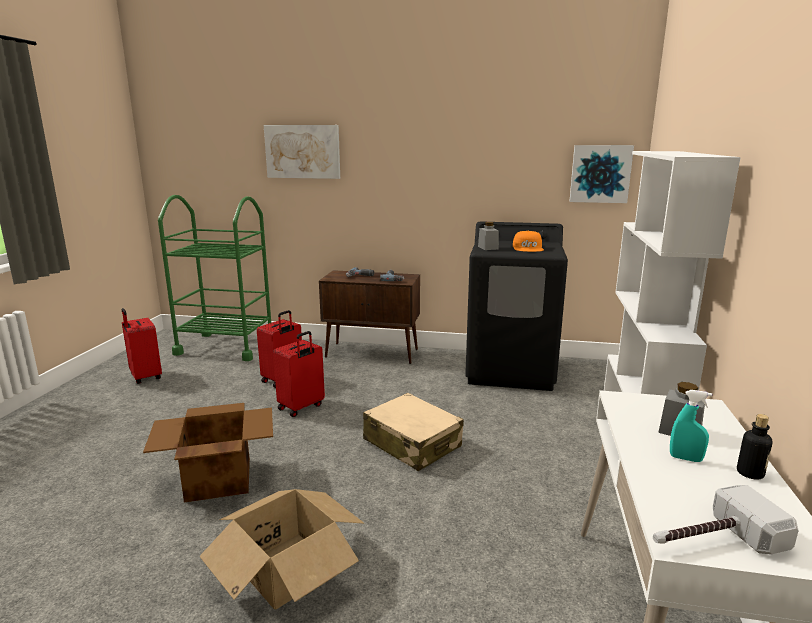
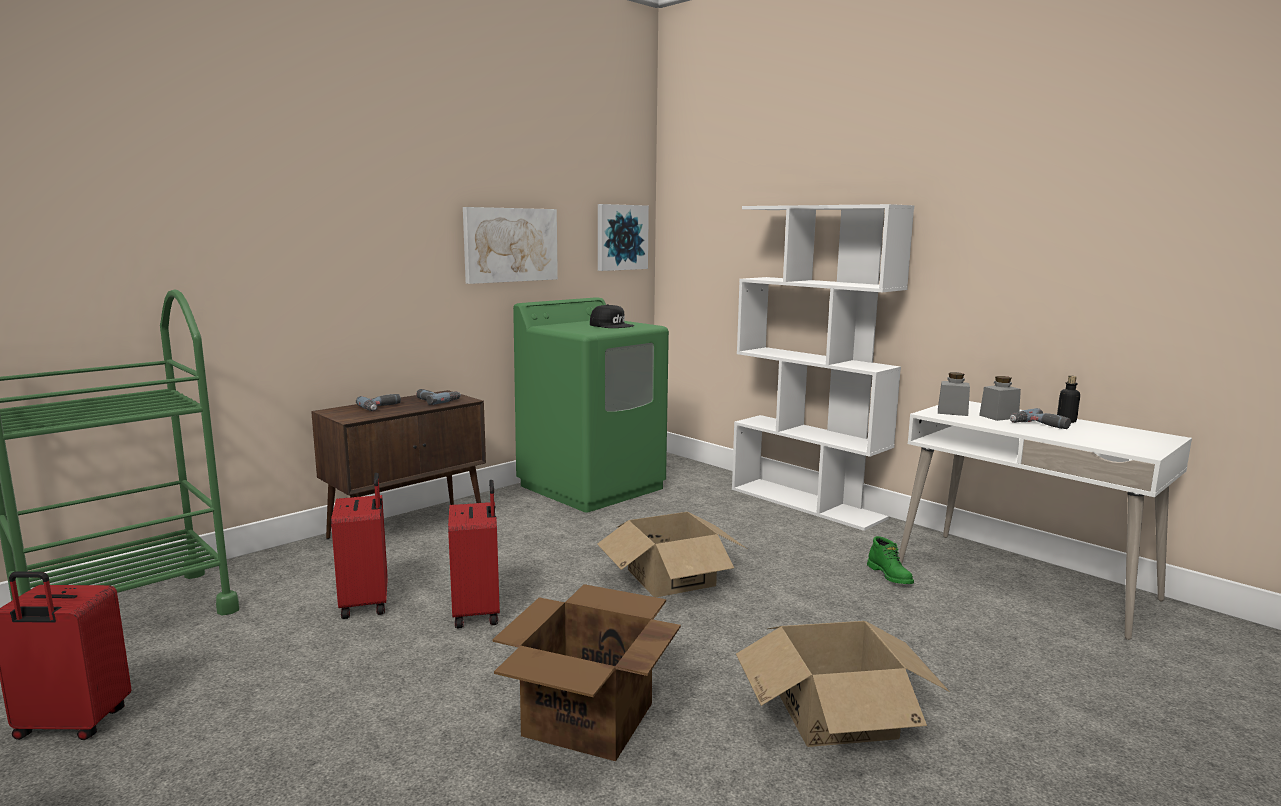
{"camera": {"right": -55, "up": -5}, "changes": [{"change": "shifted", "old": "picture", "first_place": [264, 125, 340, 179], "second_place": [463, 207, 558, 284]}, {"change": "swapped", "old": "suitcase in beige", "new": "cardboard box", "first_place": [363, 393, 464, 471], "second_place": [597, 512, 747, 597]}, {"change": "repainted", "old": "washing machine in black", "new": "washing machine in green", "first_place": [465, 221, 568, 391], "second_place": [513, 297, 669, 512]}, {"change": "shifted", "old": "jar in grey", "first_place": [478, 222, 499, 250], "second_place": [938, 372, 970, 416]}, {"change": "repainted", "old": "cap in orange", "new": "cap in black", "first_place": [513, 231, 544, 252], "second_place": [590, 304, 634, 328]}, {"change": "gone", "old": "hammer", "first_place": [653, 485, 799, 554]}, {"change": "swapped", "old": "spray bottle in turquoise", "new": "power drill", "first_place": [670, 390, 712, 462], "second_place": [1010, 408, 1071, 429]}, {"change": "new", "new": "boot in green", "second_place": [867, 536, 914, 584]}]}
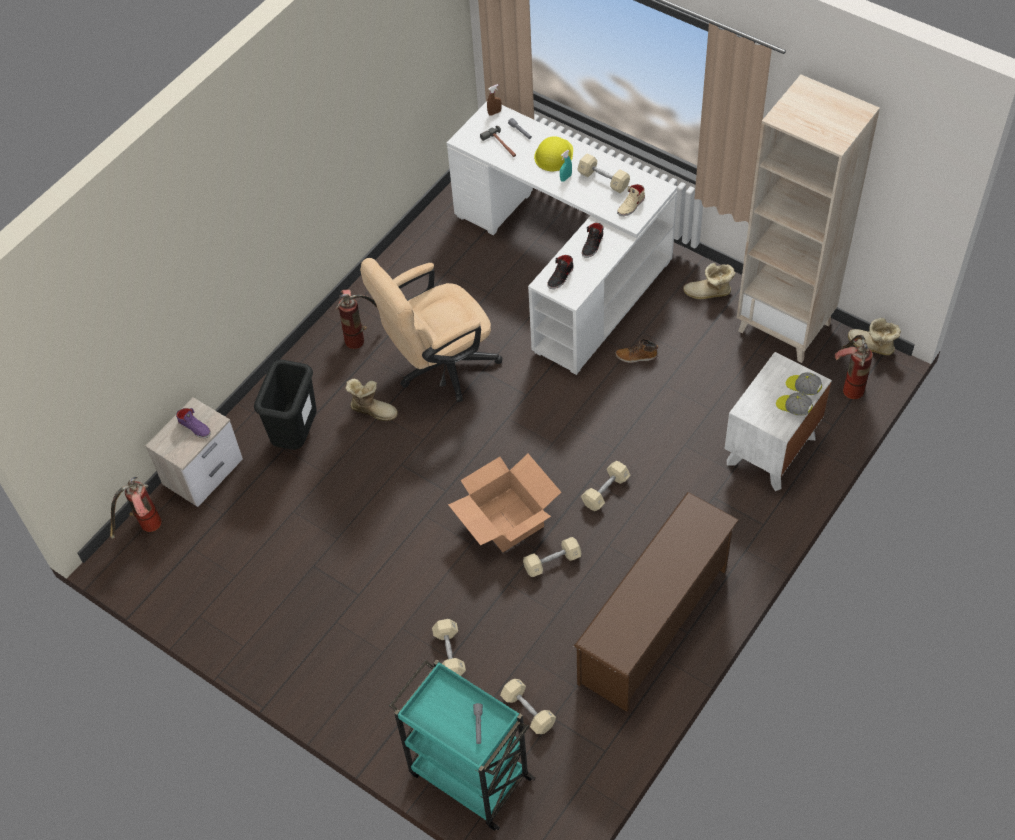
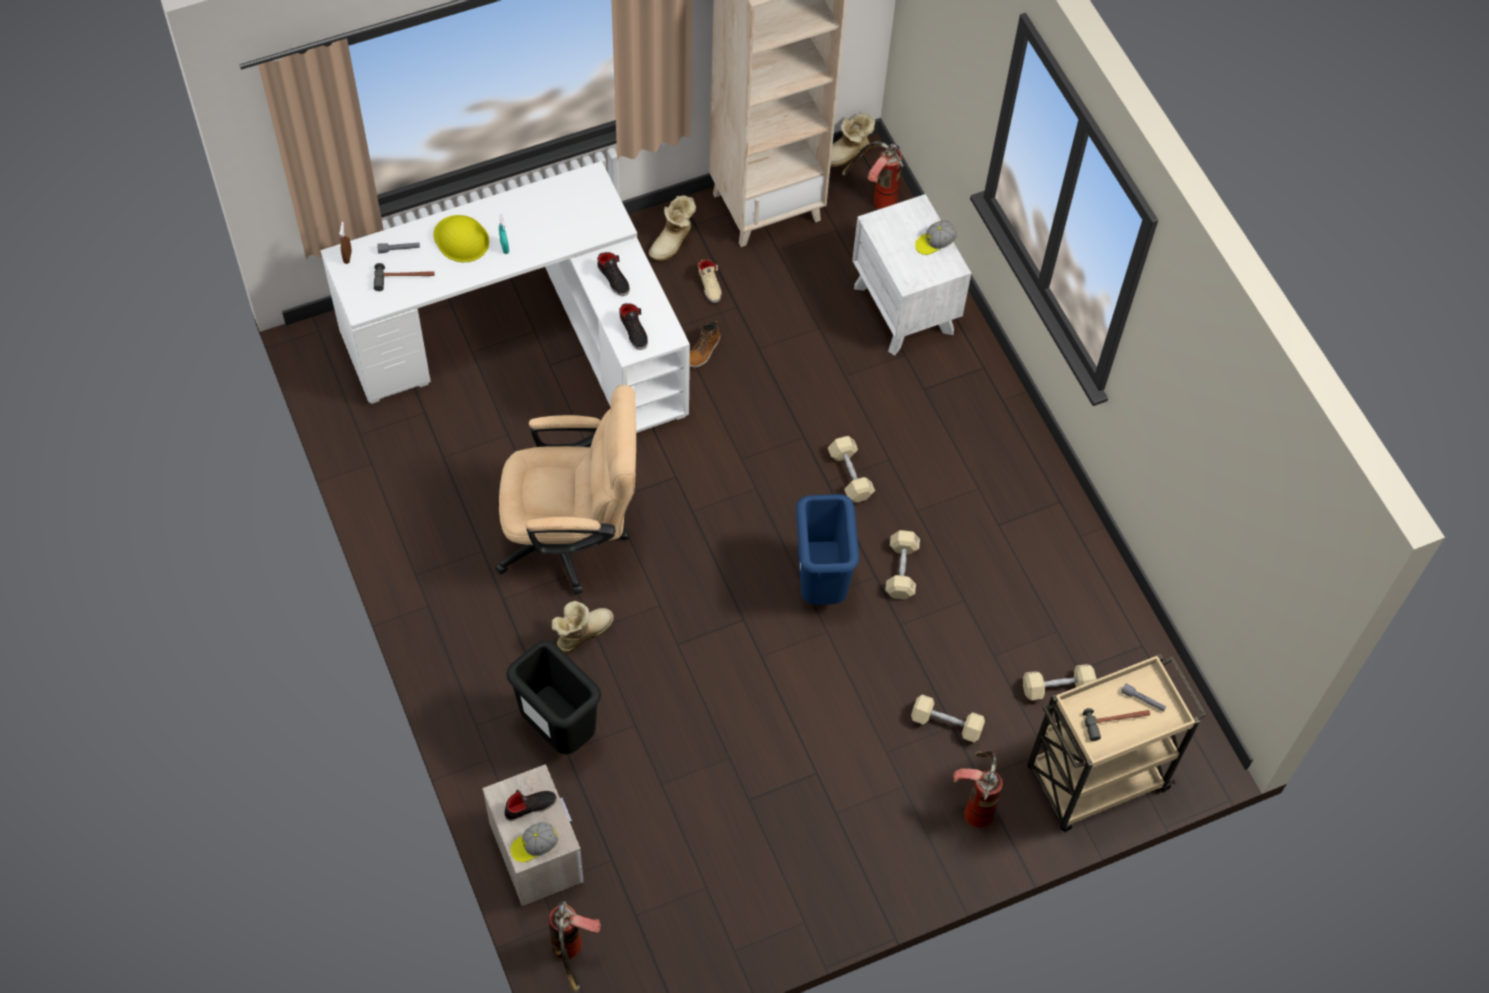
{"camera": {"right": -65, "up": 5}, "changes": [{"change": "repainted", "old": "shoe in purple", "new": "shoe in black", "first_place": [176, 408, 211, 438], "second_place": [504, 789, 557, 821]}, {"change": "shifted", "old": "fire extinguisher", "first_place": [336, 290, 377, 349], "second_place": [953, 751, 1003, 828]}, {"change": "rotated", "old": "office chair in beige", "first_place": [360, 258, 503, 402], "second_place": [495, 385, 636, 595], "degrees": -90}, {"change": "repainted", "old": "cart in turquoise", "new": "cart in beige", "first_place": [389, 659, 536, 830], "second_place": [1027, 654, 1207, 832]}, {"change": "swapped", "old": "cardboard box", "new": "trash can in blue", "first_place": [448, 454, 561, 552], "second_place": [796, 494, 859, 605]}, {"change": "gone", "old": "shoe rack in brown", "first_place": [573, 492, 739, 712]}, {"change": "gone", "old": "dumbbell in beige", "first_place": [578, 153, 630, 193]}, {"change": "shifted", "old": "shoe in beige", "first_place": [617, 184, 645, 216], "second_place": [698, 259, 722, 303]}, {"change": "shifted", "old": "cap", "first_place": [786, 373, 822, 395], "second_place": [510, 822, 558, 862]}, {"change": "new", "new": "hammer", "second_place": [1083, 708, 1150, 741]}]}
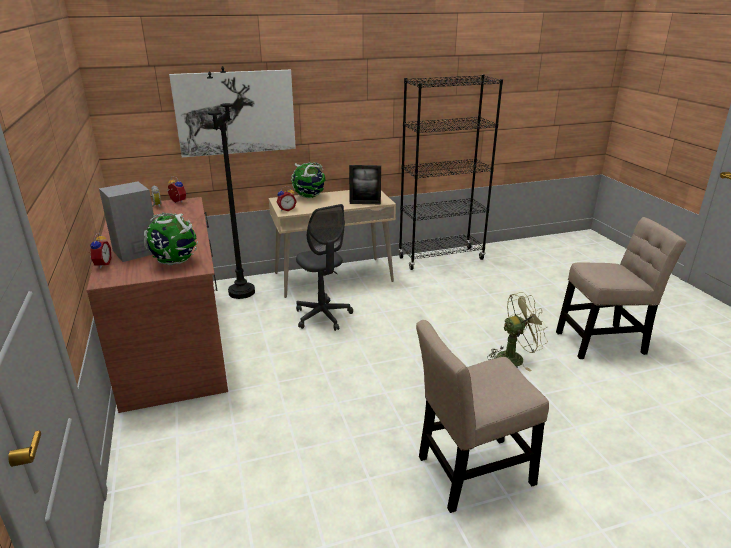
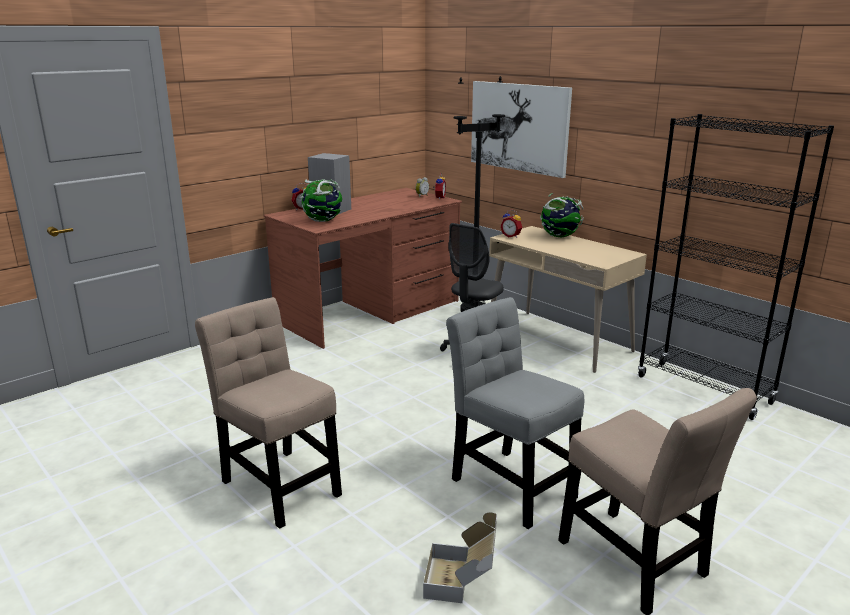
{"camera": {"right": 65, "up": -5}, "changes": [{"change": "gone", "old": "picture frame", "first_place": [349, 165, 381, 204]}, {"change": "swapped", "old": "fan in green", "new": "chair in grey", "first_place": [487, 292, 548, 372], "second_place": [446, 297, 585, 529]}, {"change": "new", "new": "cardboard box", "second_place": [423, 512, 497, 603]}]}
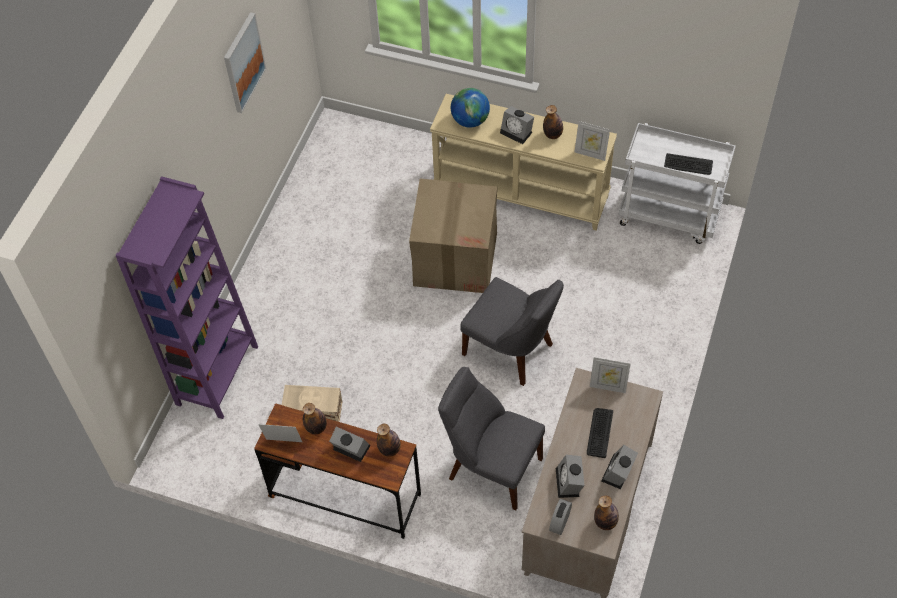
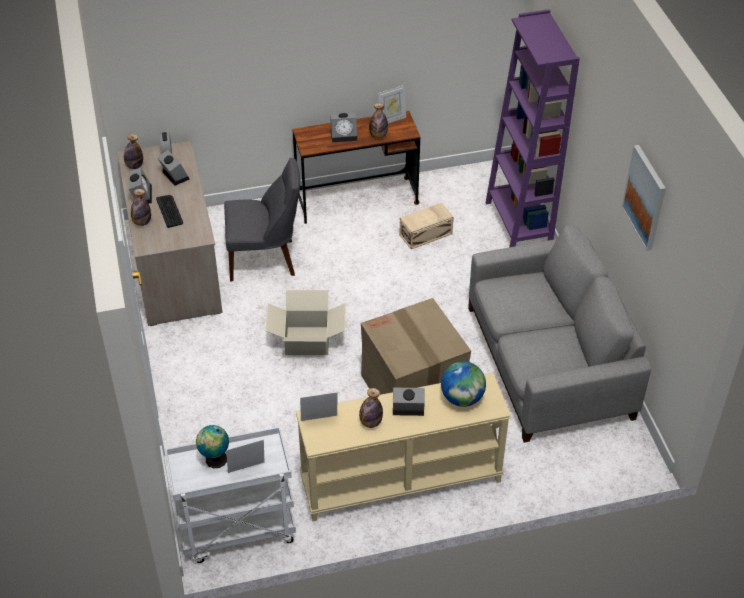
{"camera": {"right": 145, "up": -10}, "changes": [{"change": "shifted", "old": "bottle", "first_place": [377, 424, 401, 457], "second_place": [131, 189, 151, 226]}, {"change": "swapped", "old": "chair in grey", "new": "cardboard box", "first_place": [460, 277, 564, 386], "second_place": [265, 290, 346, 355]}, {"change": "shifted", "old": "picture frame", "first_place": [590, 357, 631, 393], "second_place": [226, 439, 265, 473]}, {"change": "swapped", "old": "keyboard", "new": "globe", "first_place": [664, 153, 713, 175], "second_place": [196, 425, 229, 468]}, {"change": "new", "new": "sofa in grey", "second_place": [468, 225, 651, 443]}]}
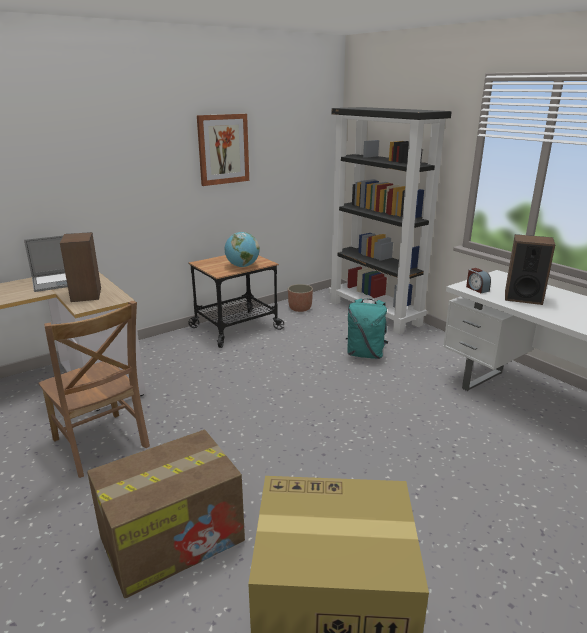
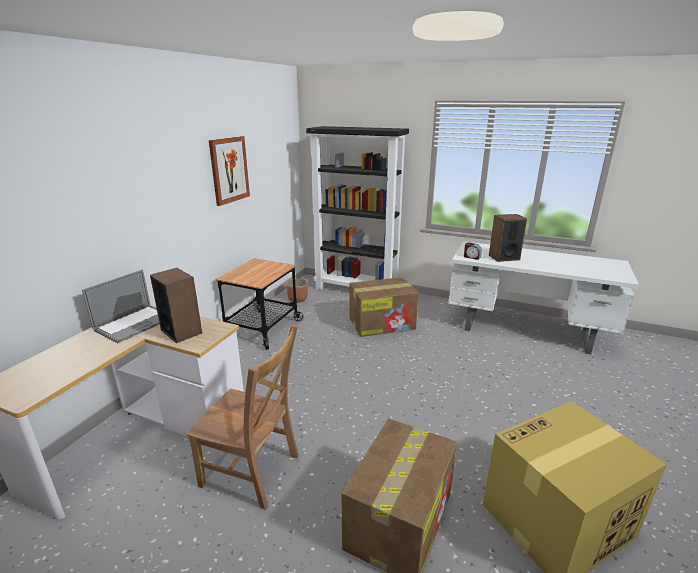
{"camera": {"right": -30, "up": 0}, "changes": [{"change": "gone", "old": "globe", "first_place": [225, 232, 260, 267]}, {"change": "swapped", "old": "backpack in turquoise", "new": "cardboard box", "first_place": [346, 299, 388, 359], "second_place": [349, 277, 419, 337]}]}
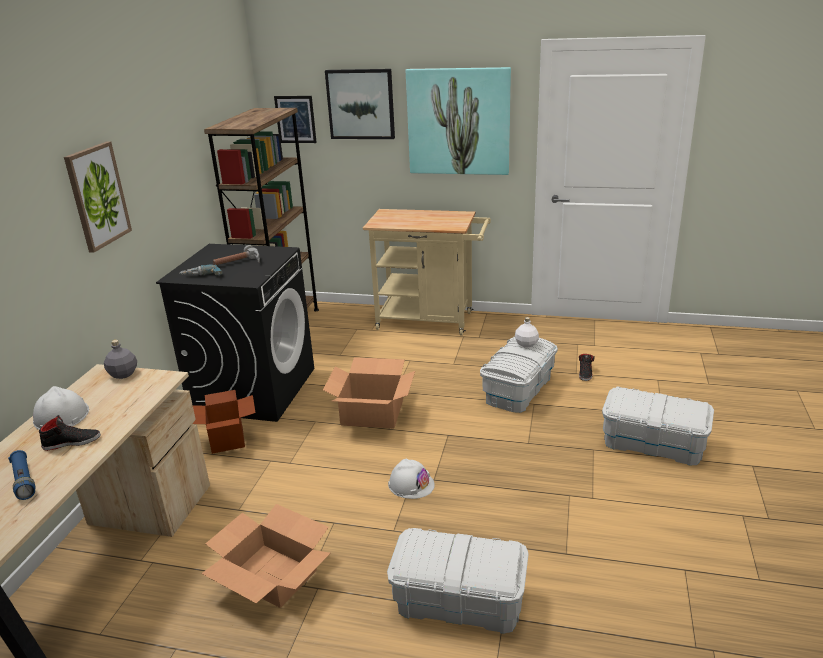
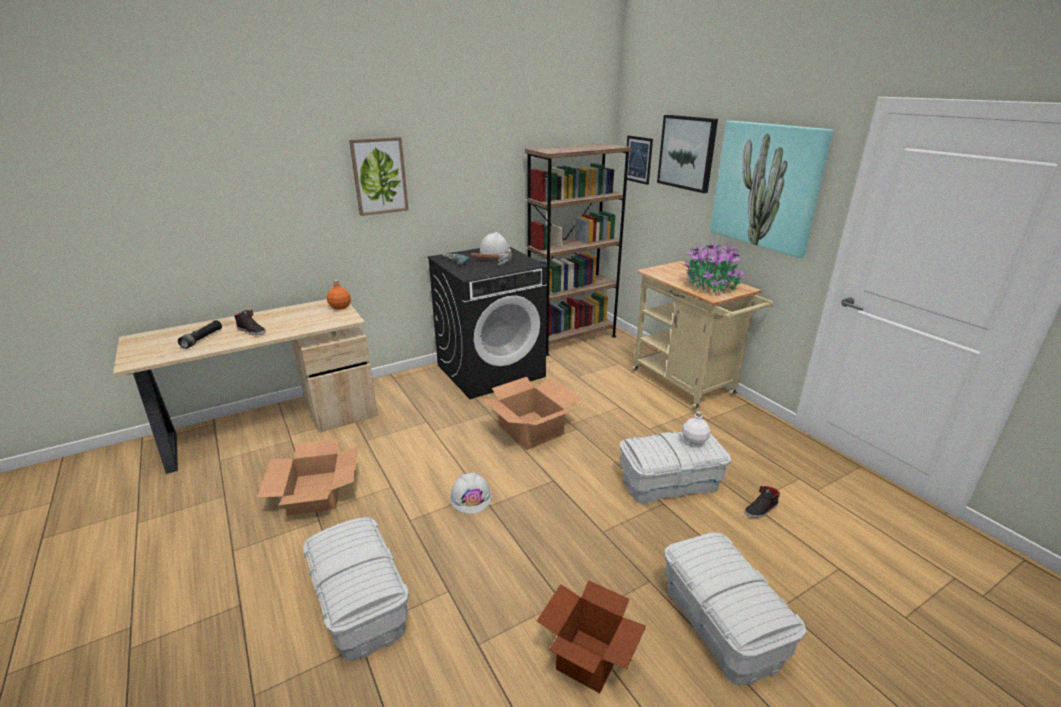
{"camera": {"right": 45, "up": 0}, "changes": [{"change": "repainted", "old": "flashlight in blue", "new": "flashlight in black", "first_place": [8, 450, 35, 500], "second_place": [178, 320, 222, 349]}, {"change": "shifted", "old": "hard hat in white", "first_place": [33, 386, 89, 430], "second_place": [480, 232, 511, 255]}, {"change": "repainted", "old": "bottle in grey", "new": "bottle in orange", "first_place": [104, 340, 137, 379], "second_place": [327, 280, 351, 310]}, {"change": "shifted", "old": "cardboard box", "first_place": [193, 390, 256, 454], "second_place": [537, 580, 646, 693]}, {"change": "new", "new": "potted plant", "second_place": [683, 239, 745, 295]}]}
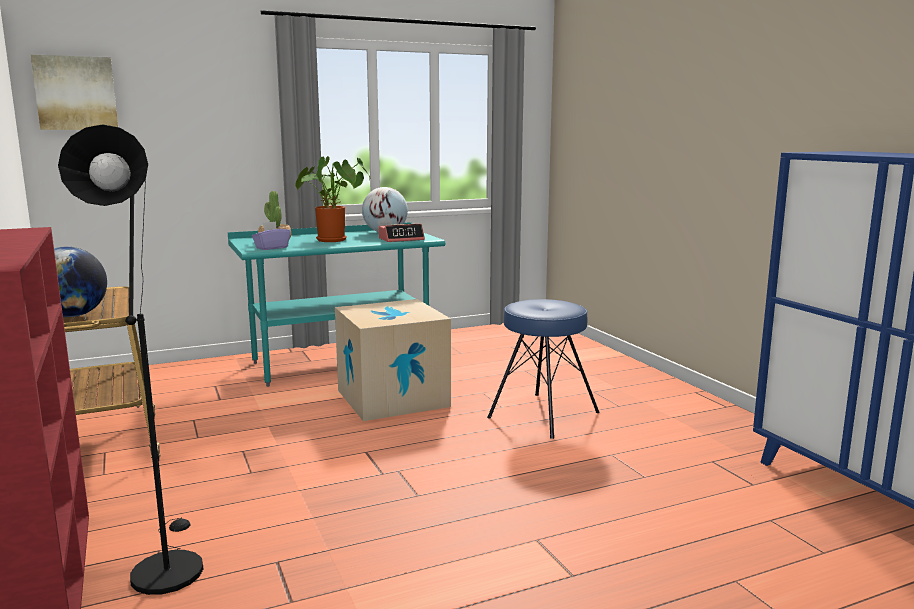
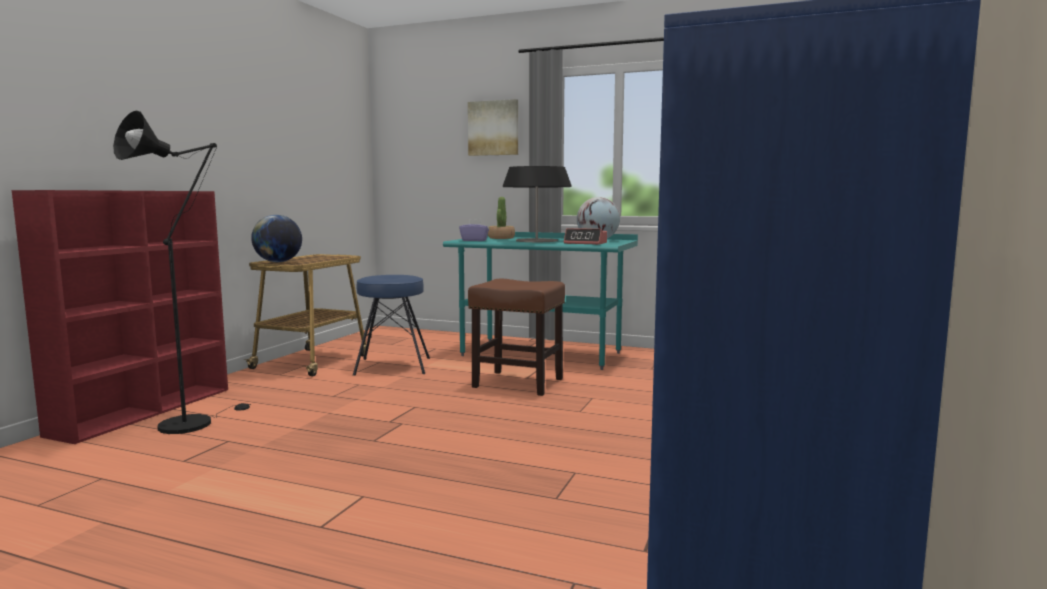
{"camera": {"right": 45, "up": -5}, "changes": [{"change": "shifted", "old": "picture", "first_place": [31, 55, 118, 130], "second_place": [468, 99, 518, 156]}, {"change": "swapped", "old": "potted plant", "new": "table lamp", "first_place": [295, 156, 370, 242], "second_place": [503, 166, 572, 242]}, {"change": "swapped", "old": "cardboard box", "new": "stool in brown", "first_place": [335, 299, 451, 421], "second_place": [468, 279, 565, 396]}, {"change": "shifted", "old": "stool in blue", "first_place": [487, 299, 600, 439], "second_place": [353, 275, 430, 376]}]}
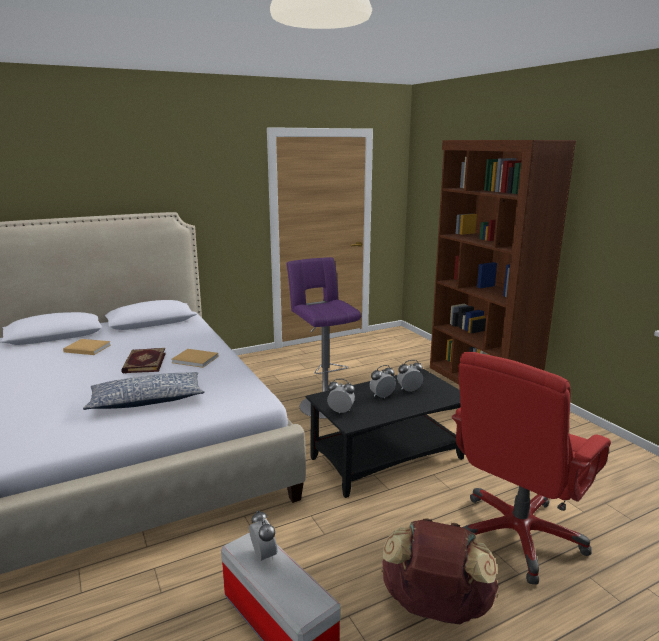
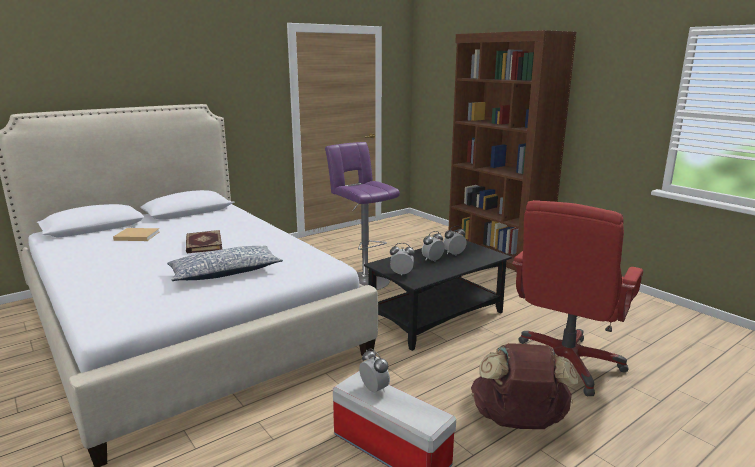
{"camera": {"right": -10, "up": 0}, "changes": [{"change": "gone", "old": "book in beige", "first_place": [171, 349, 219, 368]}]}
